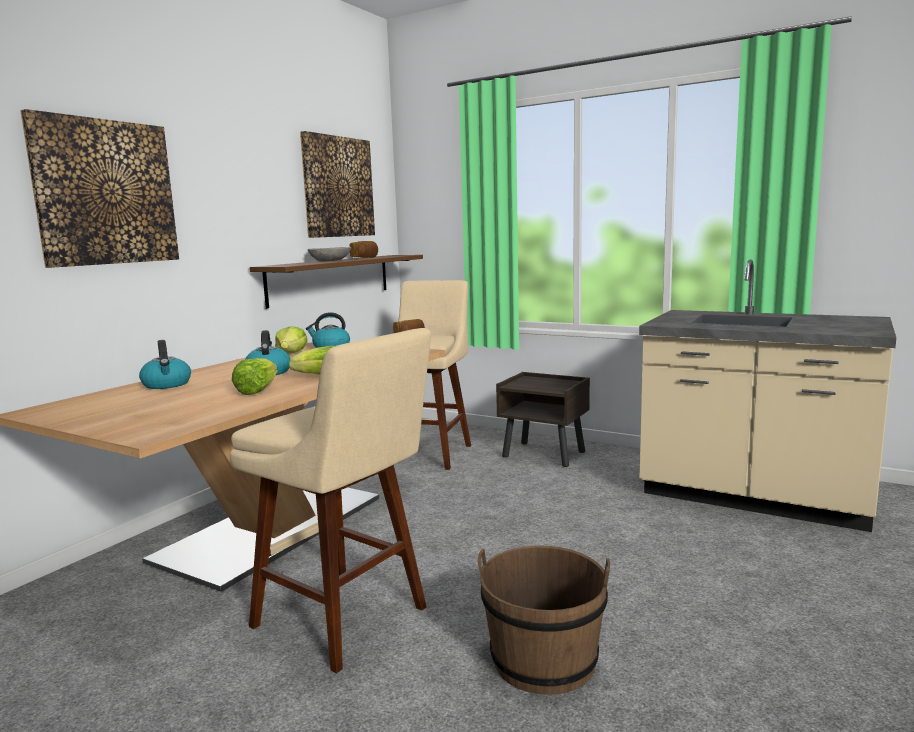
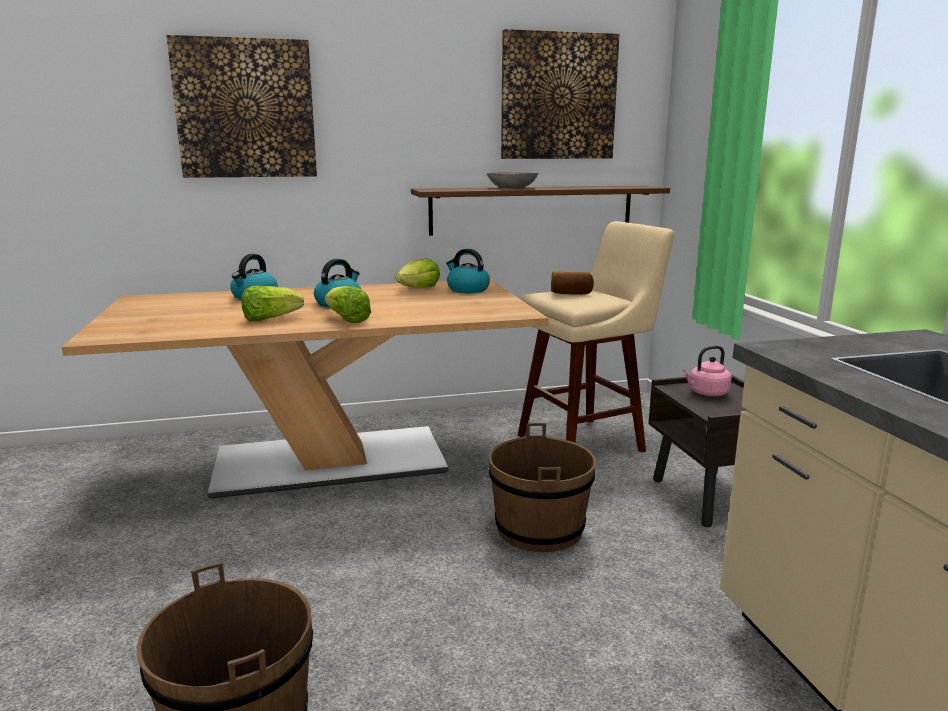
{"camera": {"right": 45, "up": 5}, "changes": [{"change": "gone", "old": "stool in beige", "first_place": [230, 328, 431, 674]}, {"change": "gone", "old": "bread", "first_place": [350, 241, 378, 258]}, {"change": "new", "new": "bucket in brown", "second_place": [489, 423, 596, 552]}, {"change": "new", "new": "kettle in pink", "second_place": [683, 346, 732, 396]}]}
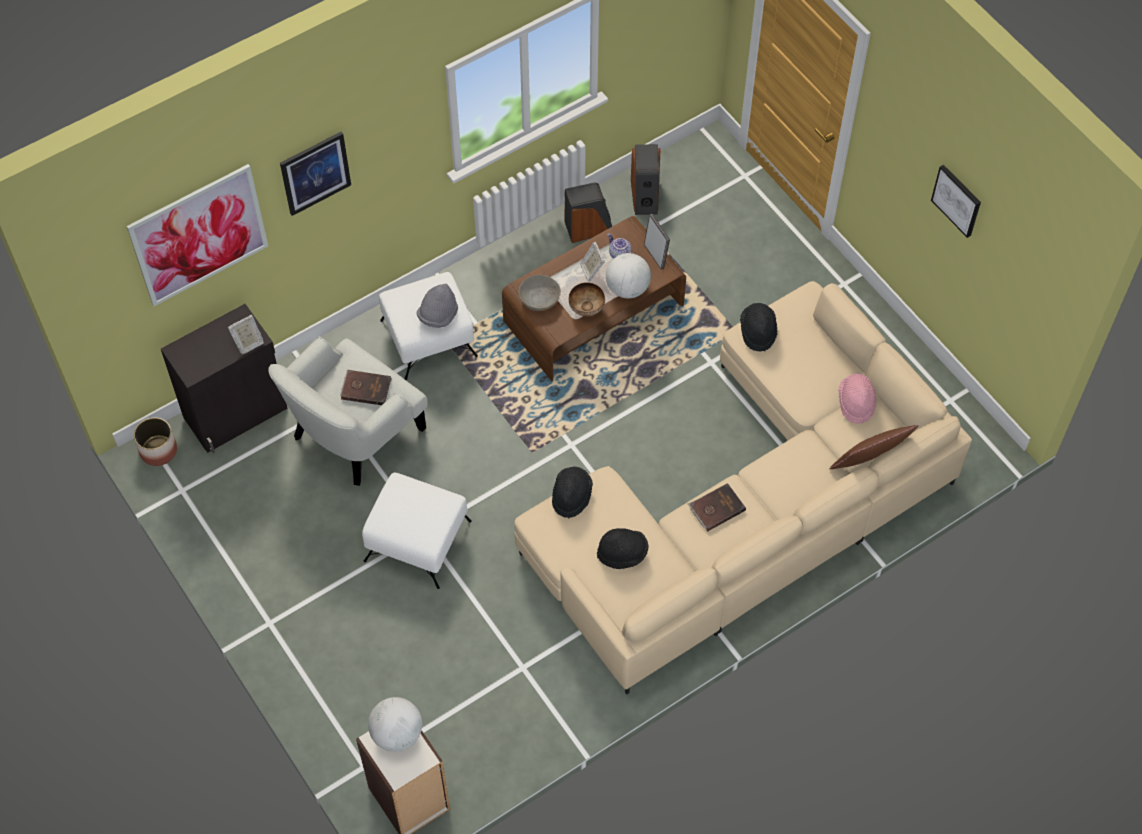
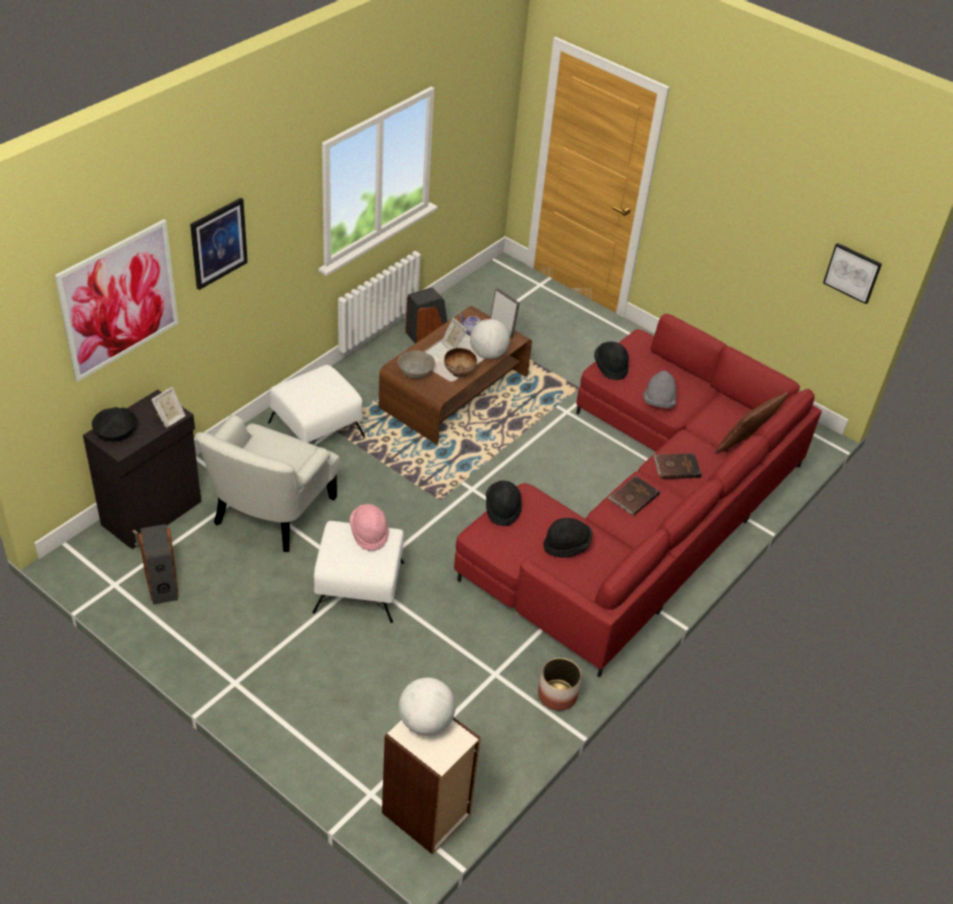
{"camera": {"right": -20, "up": -15}, "changes": [{"change": "shifted", "old": "planter", "first_place": [133, 417, 177, 466], "second_place": [538, 658, 582, 711]}, {"change": "shifted", "old": "book in brown", "first_place": [340, 369, 392, 405], "second_place": [654, 453, 701, 479]}, {"change": "shifted", "old": "hat in grey", "first_place": [416, 284, 458, 328], "second_place": [643, 371, 676, 408]}, {"change": "repainted", "old": "sofa in beige", "new": "sofa in red", "first_place": [514, 281, 972, 694], "second_place": [454, 314, 822, 678]}, {"change": "shifted", "old": "speaker", "first_place": [631, 144, 661, 215], "second_place": [138, 524, 179, 605]}, {"change": "shifted", "old": "hat in pink", "first_place": [839, 374, 876, 424], "second_place": [349, 504, 389, 551]}, {"change": "shifted", "old": "picture", "first_place": [931, 164, 981, 238], "second_place": [823, 243, 882, 304]}, {"change": "new", "new": "bowl in black", "second_place": [92, 407, 136, 441]}]}
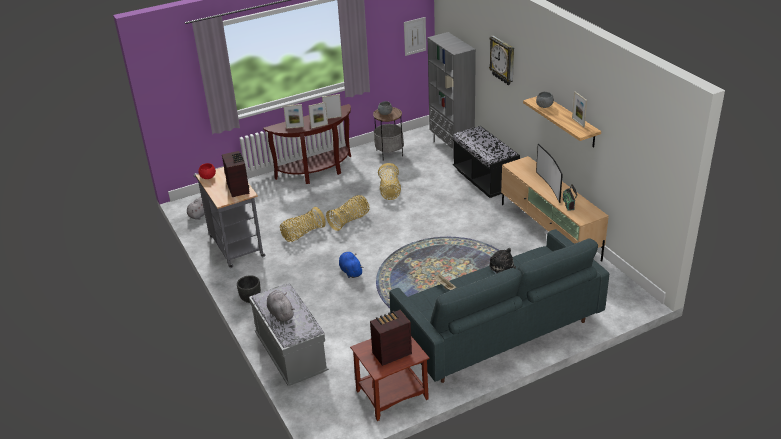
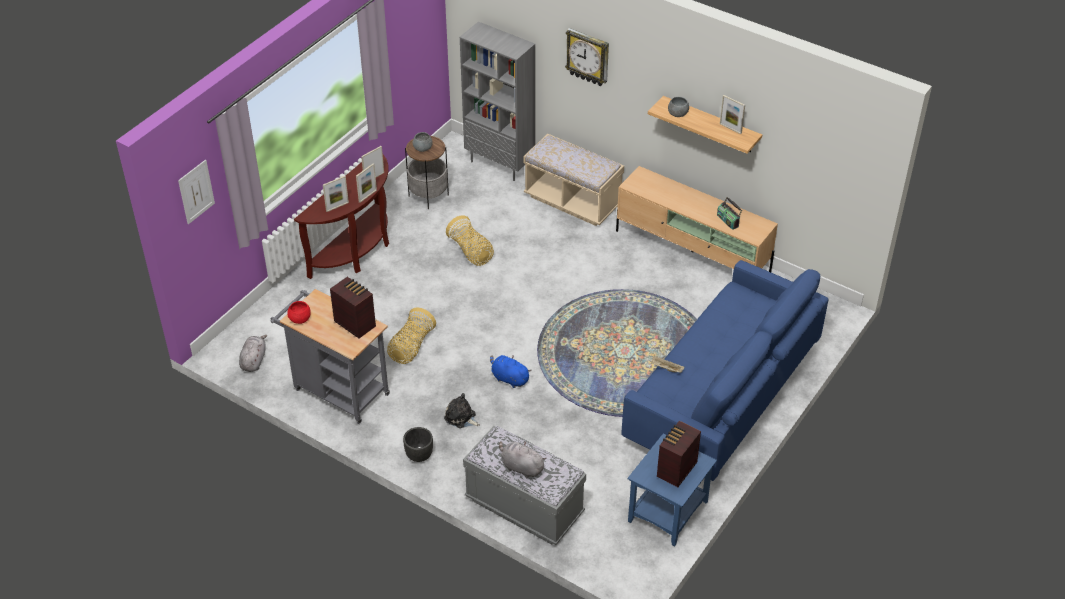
{"camera": {"right": -30, "up": 10}, "changes": [{"change": "gone", "old": "basket", "first_place": [326, 195, 370, 231]}, {"change": "repainted", "old": "side table in brown", "new": "side table in blue", "first_place": [350, 336, 430, 421], "second_place": [627, 433, 717, 546]}, {"change": "repainted", "old": "sofa in grey", "new": "sofa in blue", "first_place": [389, 229, 609, 383], "second_place": [621, 260, 828, 481]}, {"change": "shifted", "old": "picture", "first_place": [404, 17, 426, 56], "second_place": [178, 160, 215, 224]}, {"change": "repainted", "old": "bench in black", "new": "bench in beige", "first_place": [453, 126, 520, 198], "second_place": [524, 134, 624, 226]}, {"change": "shifted", "old": "plush toy", "first_place": [489, 248, 516, 273], "second_place": [444, 393, 480, 428]}, {"change": "gone", "old": "television", "first_place": [536, 144, 563, 203]}]}
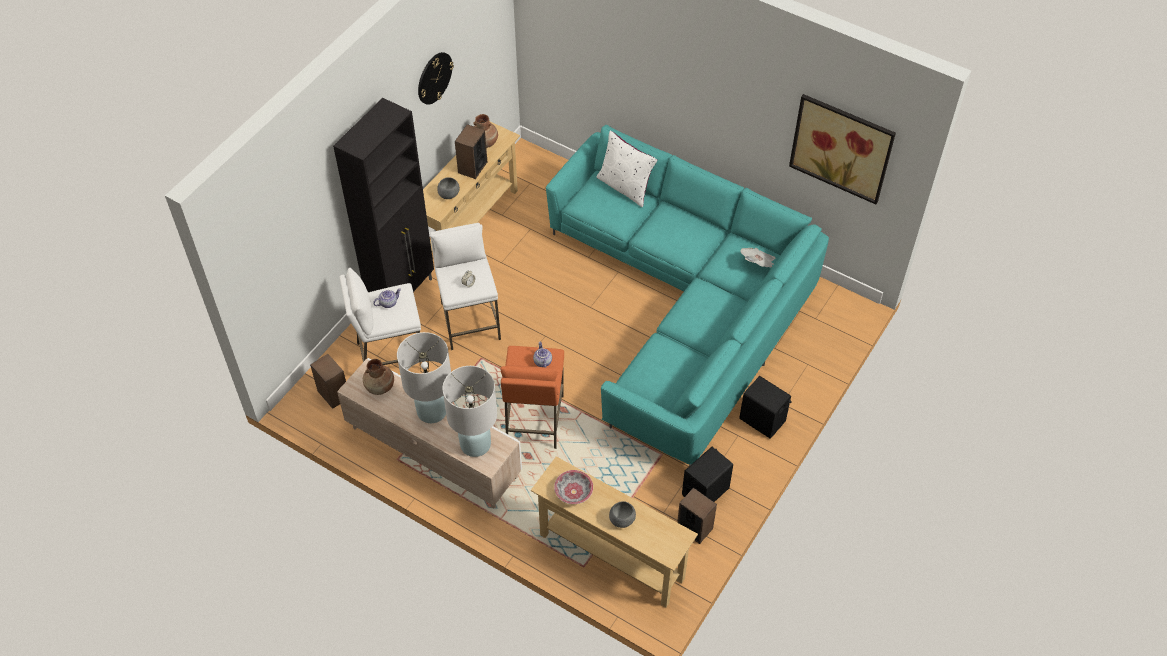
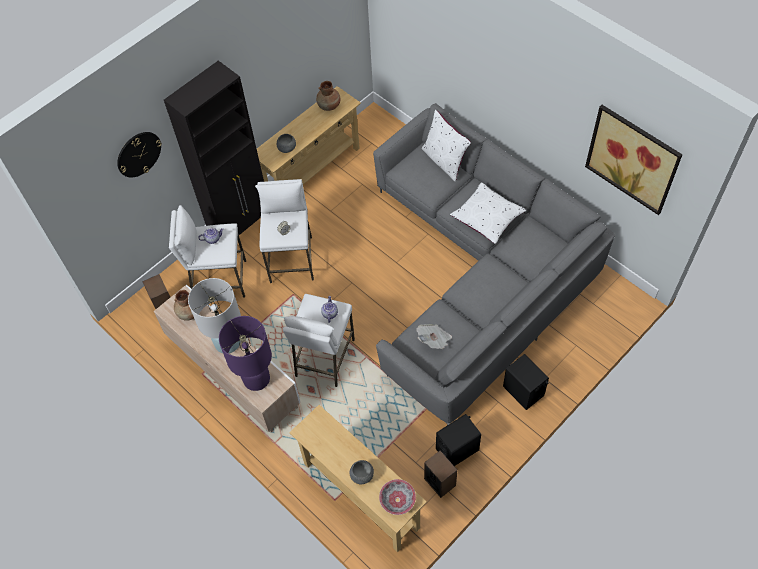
{"camera": {"right": 15, "up": 5}, "changes": [{"change": "shifted", "old": "wall clock", "first_place": [418, 52, 454, 105], "second_place": [117, 132, 162, 178]}, {"change": "repainted", "old": "table lamp in white", "new": "table lamp in purple", "first_place": [443, 366, 497, 457], "second_place": [219, 316, 272, 391]}, {"change": "gone", "old": "speaker", "first_place": [455, 124, 487, 179]}, {"change": "repainted", "old": "stool in orange", "new": "stool in white", "first_place": [500, 346, 564, 449], "second_place": [283, 294, 355, 387]}, {"change": "repainted", "old": "sofa in turquoise", "new": "sofa in grey", "first_place": [546, 125, 829, 466], "second_place": [373, 103, 614, 425]}, {"change": "shifted", "old": "bowl", "first_place": [554, 470, 593, 504], "second_place": [379, 479, 416, 515]}, {"change": "shifted", "old": "newspaper", "first_place": [740, 248, 775, 268], "second_place": [416, 324, 452, 349]}, {"change": "new", "new": "pillow in white", "second_place": [450, 182, 526, 244]}]}
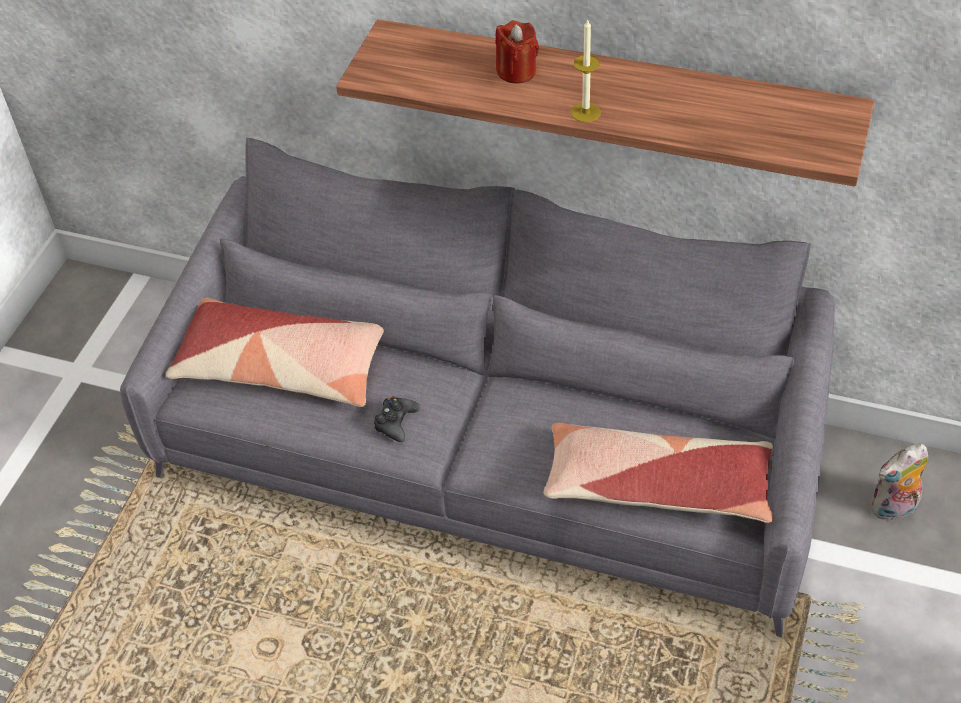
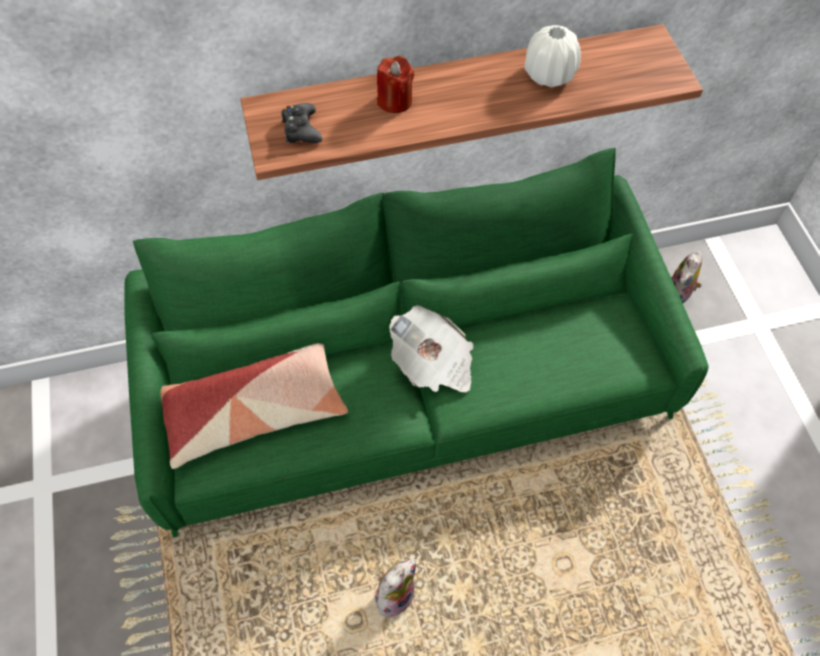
{"camera": {"right": -35, "up": 10}, "changes": [{"change": "repainted", "old": "sofa in grey", "new": "sofa in green", "first_place": [120, 138, 835, 637], "second_place": [124, 148, 709, 538]}, {"change": "shifted", "old": "game controller in black", "first_place": [374, 396, 420, 442], "second_place": [281, 103, 322, 143]}, {"change": "gone", "old": "pillow", "first_place": [544, 423, 773, 523]}, {"change": "gone", "old": "candle", "first_place": [571, 19, 601, 122]}, {"change": "new", "new": "plush toy", "second_place": [376, 559, 416, 621]}, {"change": "new", "new": "newspaper", "second_place": [389, 305, 473, 393]}, {"change": "new", "new": "vase in white", "second_place": [525, 25, 581, 87]}]}
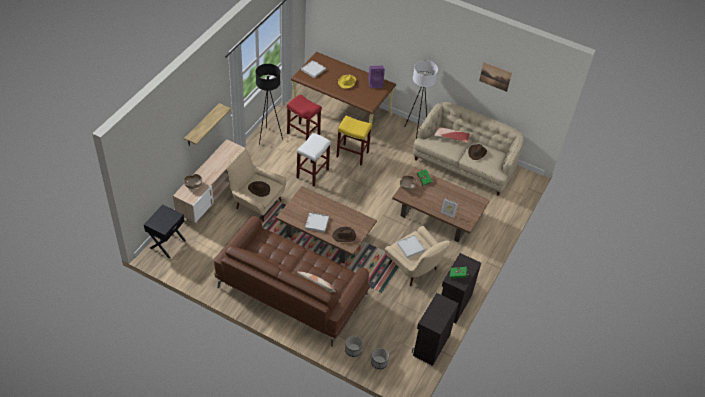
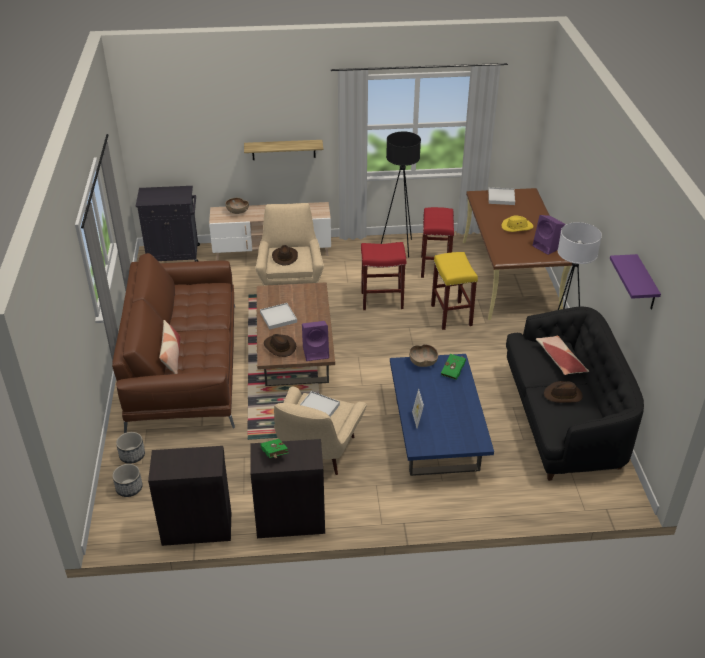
{"camera": {"right": 60, "up": -10}, "changes": [{"change": "swapped", "old": "nightstand in black", "new": "cabinet in black", "first_place": [144, 205, 186, 258], "second_place": [136, 186, 200, 262]}, {"change": "repainted", "old": "stool in white", "new": "stool in red", "first_place": [297, 133, 331, 187], "second_place": [361, 242, 406, 310]}, {"change": "repainted", "old": "coffee table in brown", "new": "coffee table in blue", "first_place": [392, 167, 490, 242], "second_place": [390, 354, 494, 476]}, {"change": "repainted", "old": "sofa in beige", "new": "sofa in black", "first_place": [413, 102, 523, 196], "second_place": [506, 306, 644, 481]}, {"change": "swapped", "old": "picture", "new": "shelf in purple", "first_place": [479, 62, 512, 92], "second_place": [610, 254, 661, 310]}, {"change": "new", "new": "speaker in purple", "second_place": [302, 321, 329, 361]}]}
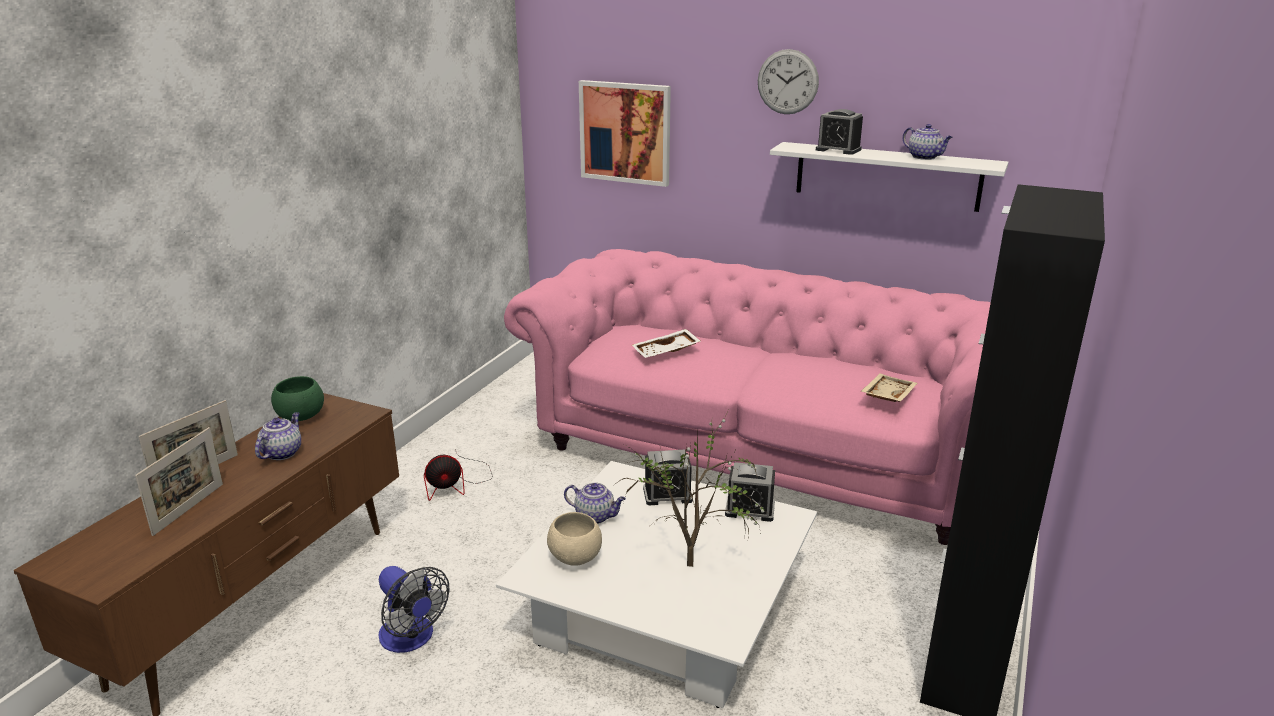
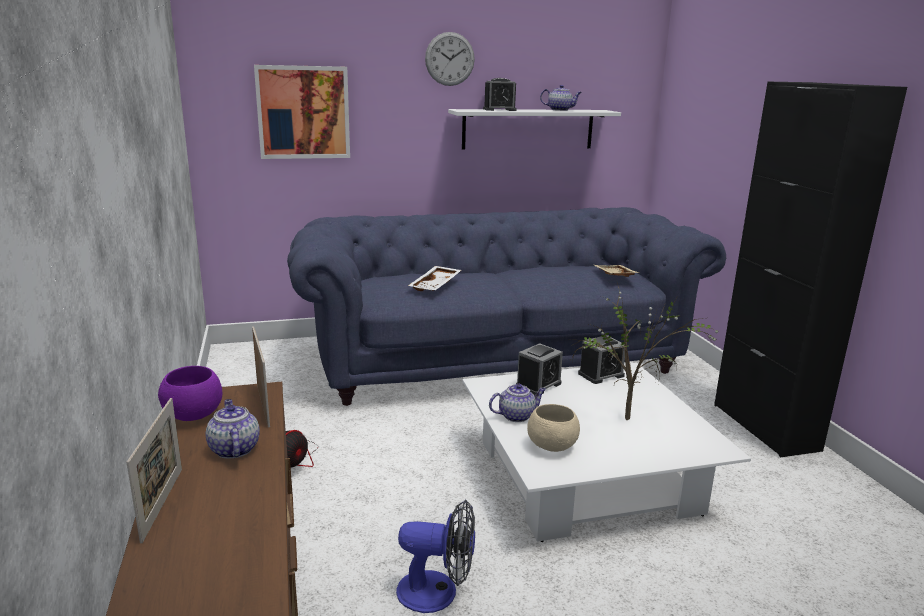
{"camera": {"right": -40, "up": -5}, "changes": [{"change": "shifted", "old": "picture frame", "first_place": [135, 427, 223, 536], "second_place": [252, 326, 270, 428]}, {"change": "repainted", "old": "bowl in green", "new": "bowl in purple", "first_place": [271, 376, 324, 421], "second_place": [158, 366, 222, 421]}, {"change": "repainted", "old": "sofa in pink", "new": "sofa in blue", "first_place": [504, 249, 991, 545], "second_place": [287, 207, 726, 406]}]}
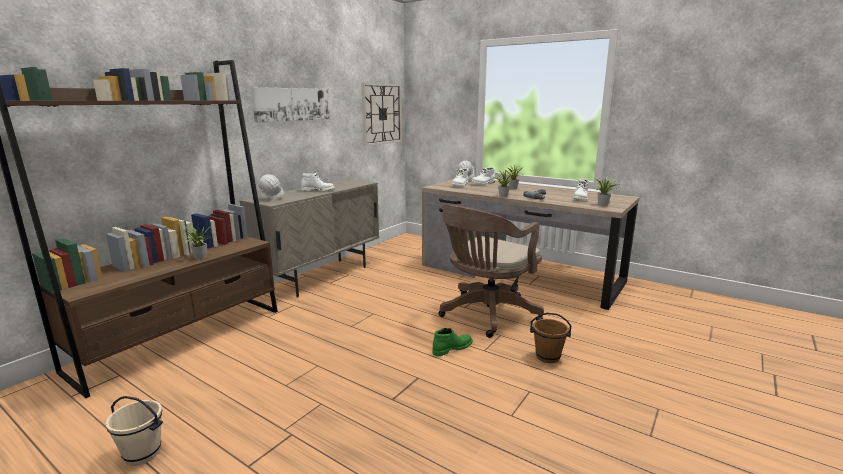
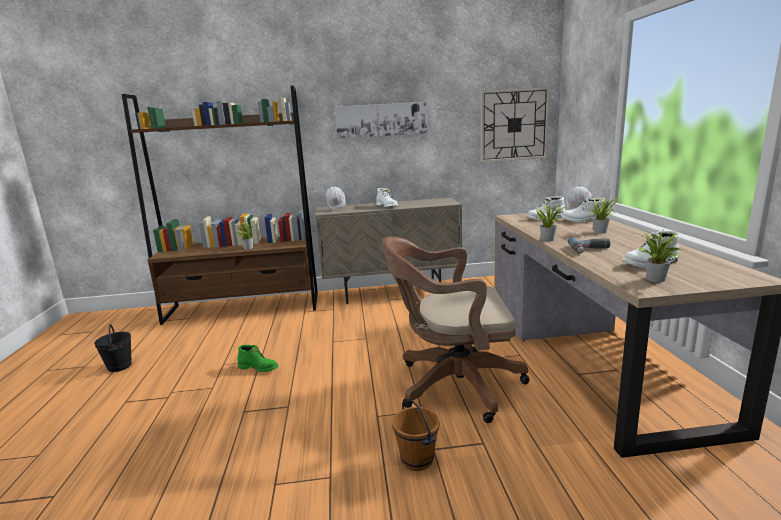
{"camera": {"right": 50, "up": 0}, "changes": [{"change": "repainted", "old": "bucket in beige", "new": "bucket in black", "first_place": [106, 396, 163, 466], "second_place": [94, 324, 132, 372]}, {"change": "shifted", "old": "boot in green", "first_place": [432, 328, 473, 356], "second_place": [238, 345, 278, 372]}]}
